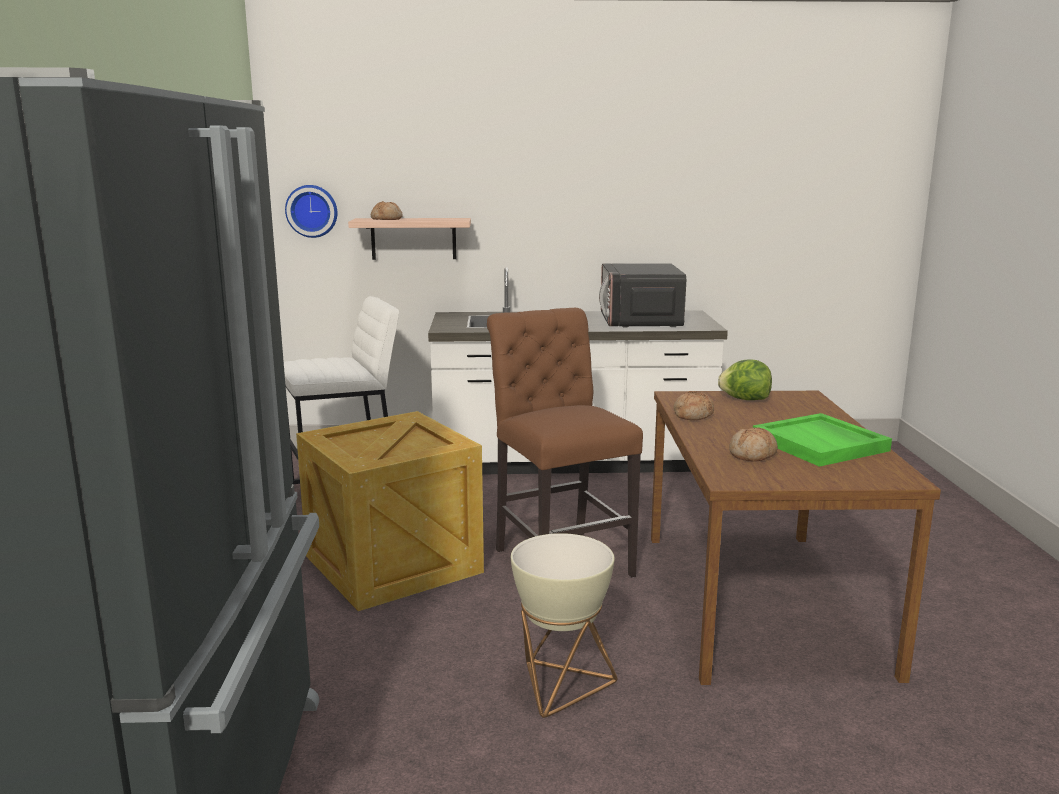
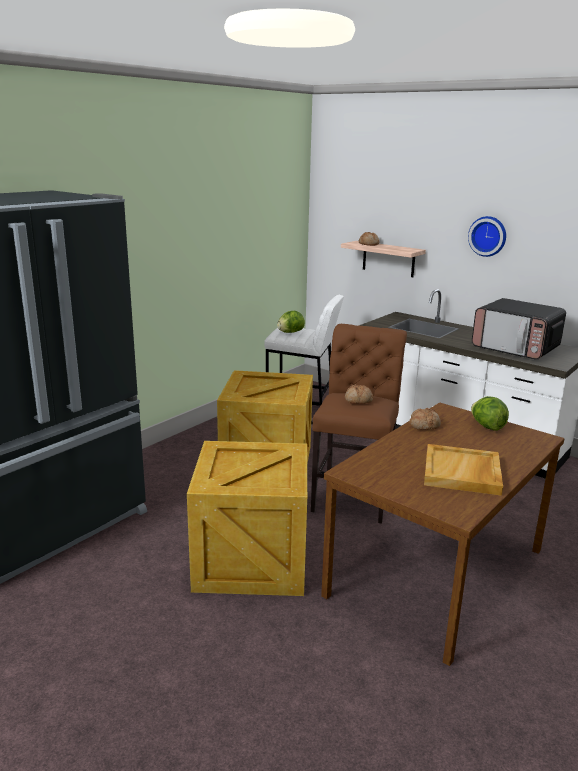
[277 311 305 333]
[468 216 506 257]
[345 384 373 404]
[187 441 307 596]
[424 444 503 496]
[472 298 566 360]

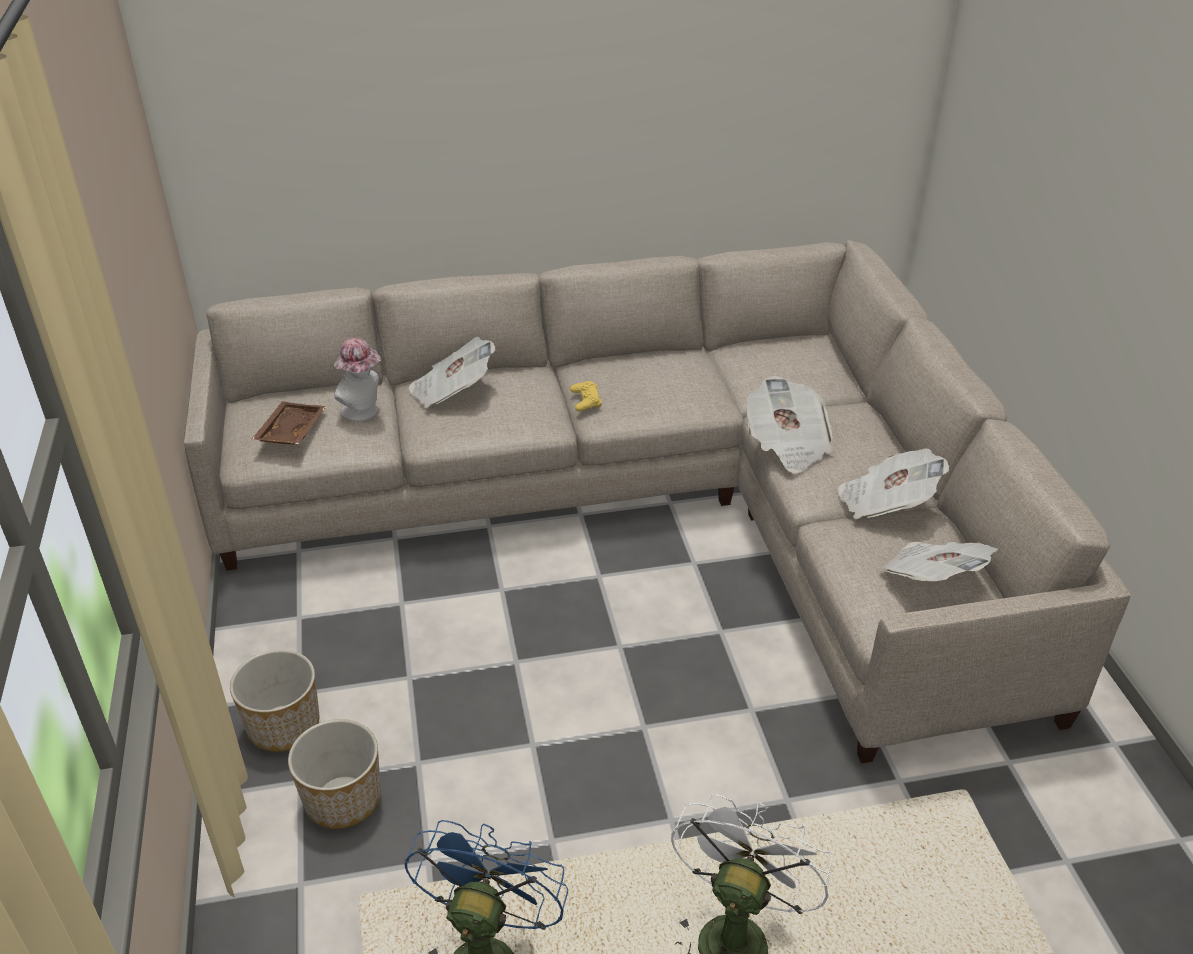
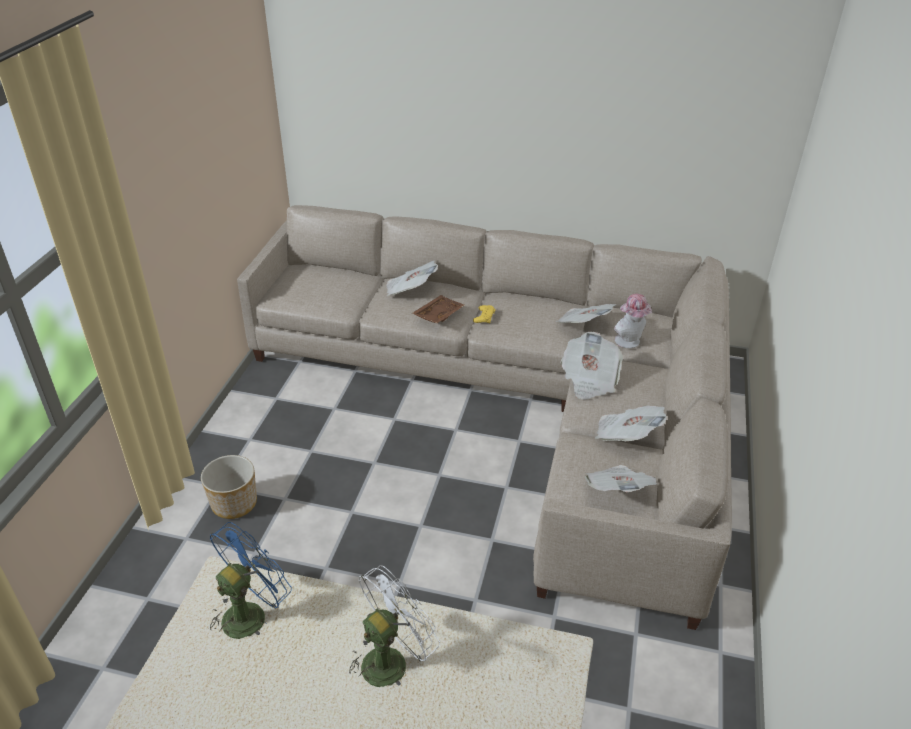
[230 650 319 752] (first image)
[555 304 616 323]
[412 295 465 324]
[614 294 652 348]

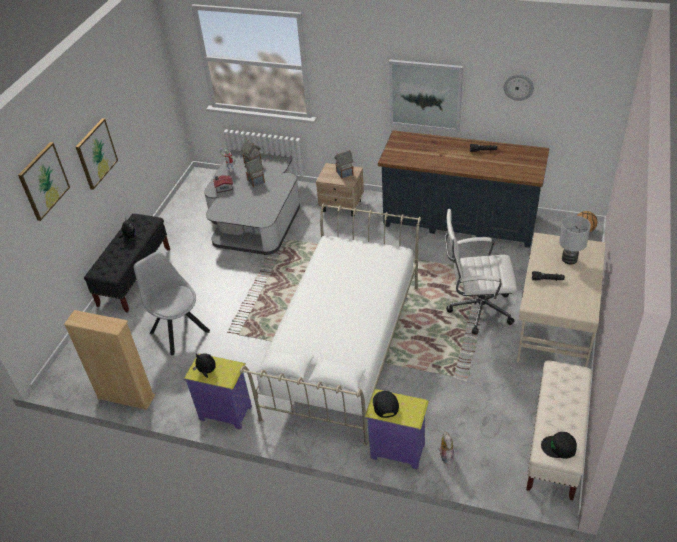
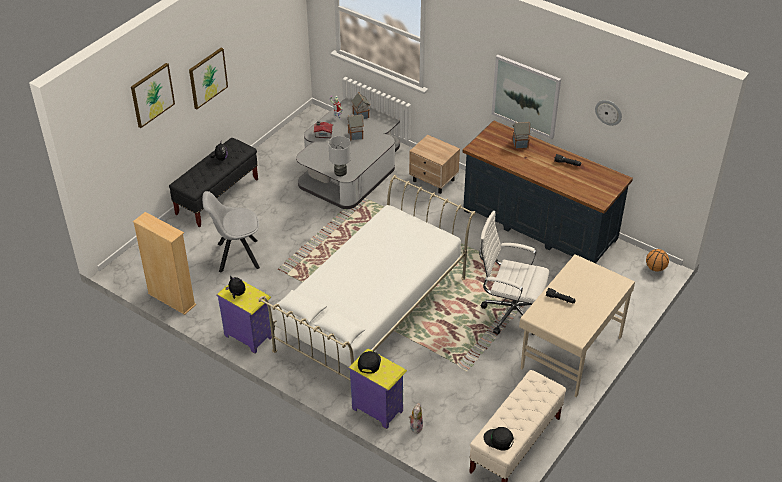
[512 121 531 149]
[328 136 351 176]
[202 191 260 273]

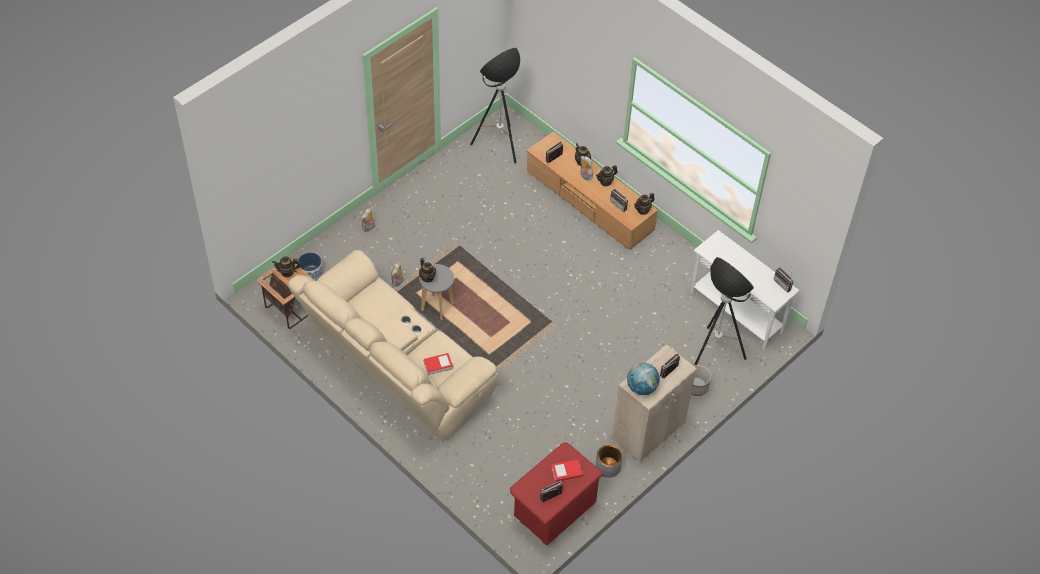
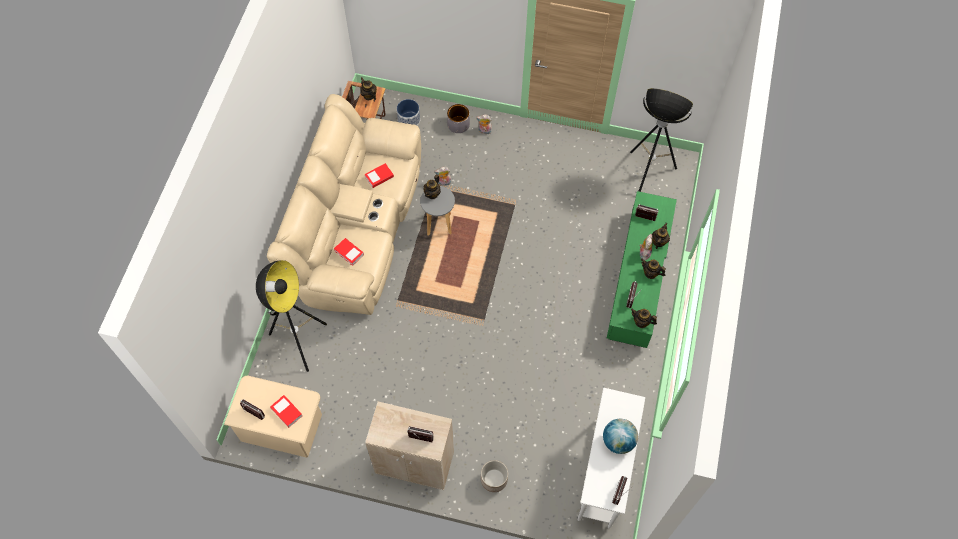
[364 163 394 188]
[447 104 470 133]
[603 419 638 454]
[256 260 327 372]
[224 376 322 458]
[607 191 677 348]

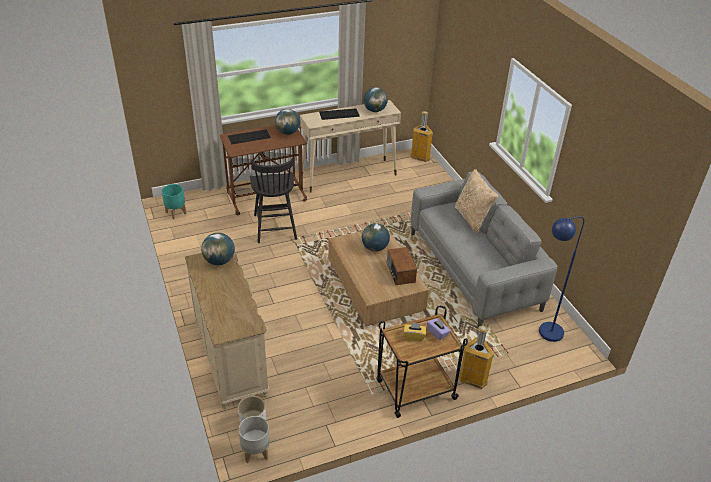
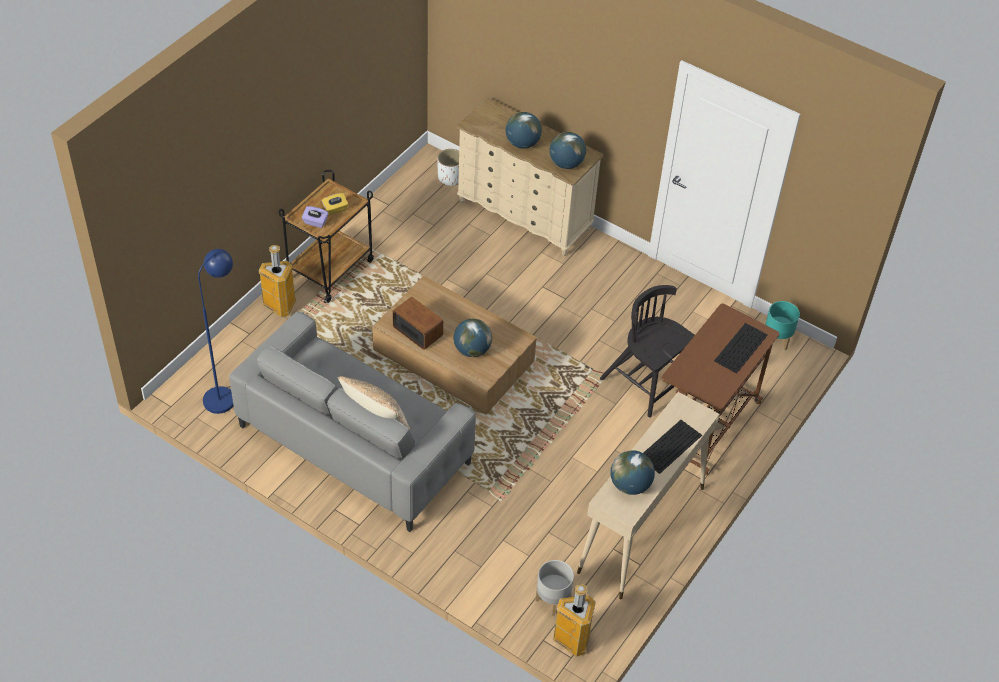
[535 560 574 616]
[505 112 542 149]

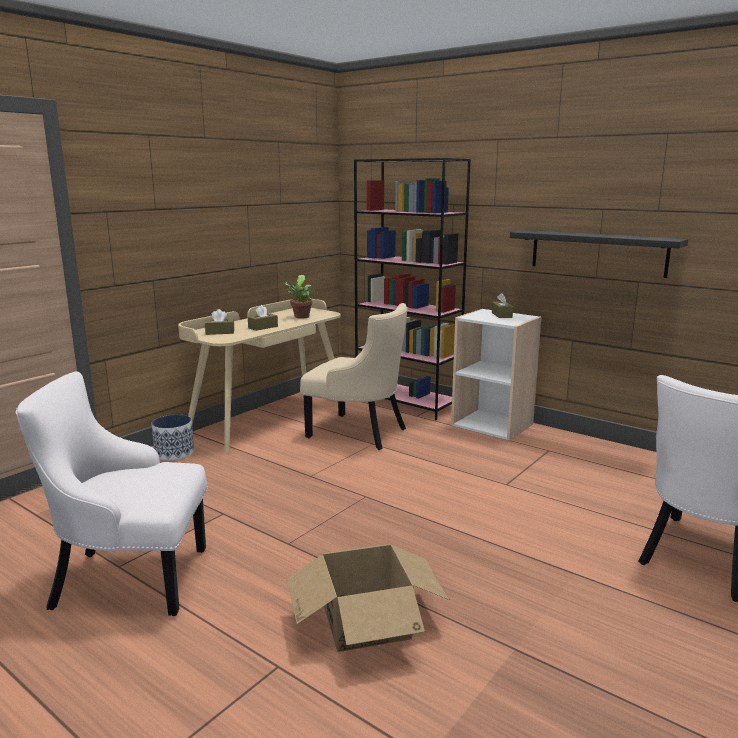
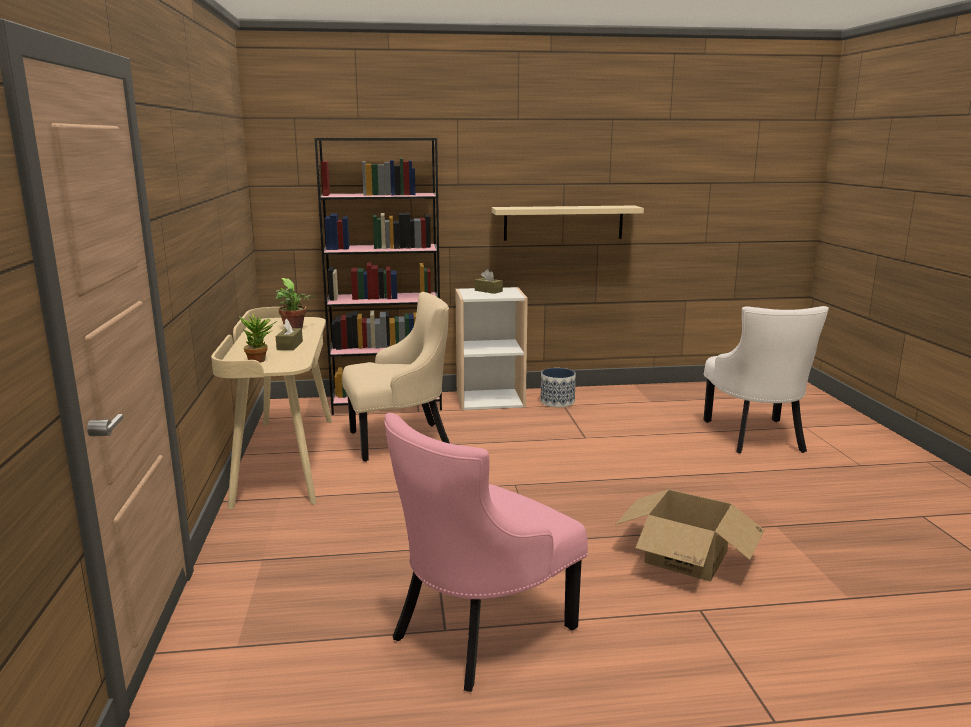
[541 368 576 407]
[239 314 277 362]
[384 413 588 692]
[492 206 644 241]

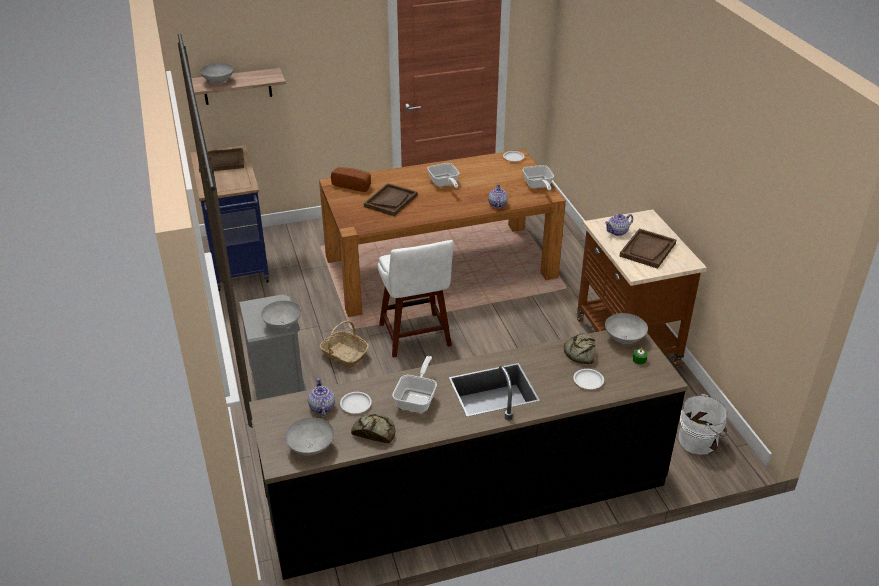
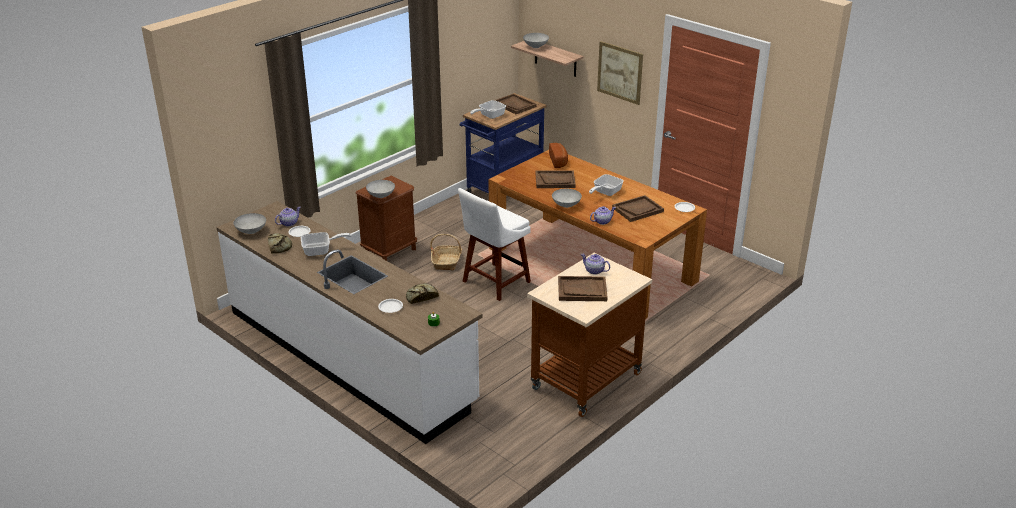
[678 393 727 455] (first image)
[597 41 643 105]
[612 195 664 222]
[470 100 506 119]
[552 189 582 208]
[356 176 417 261]
[216 201 483 444]

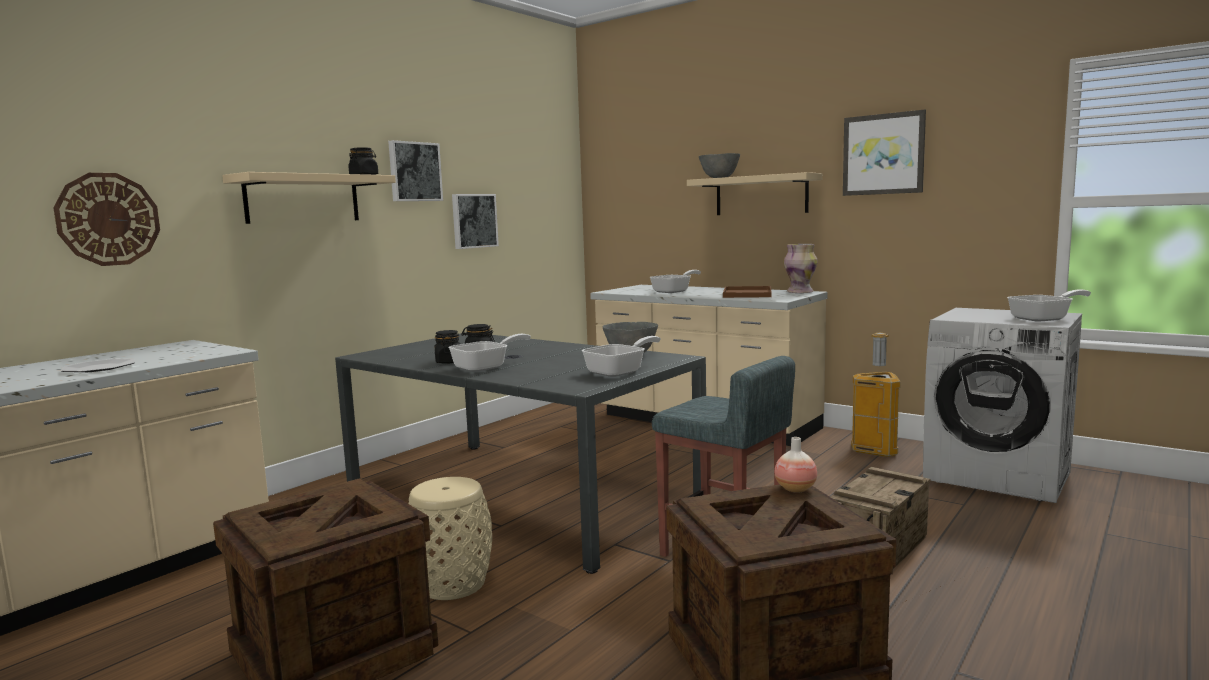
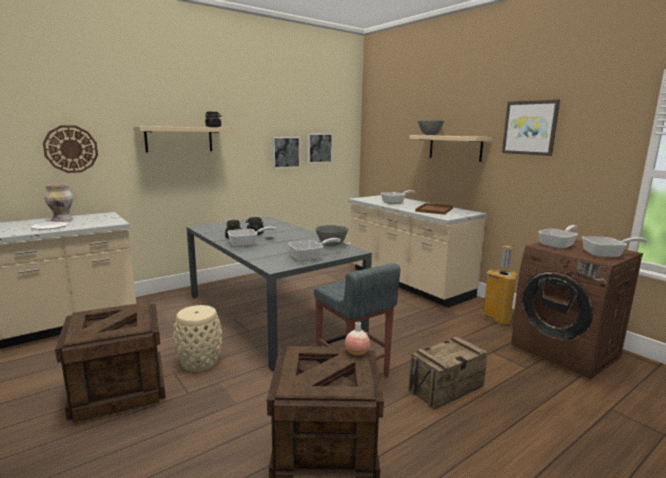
[538 225 578 249]
[307 133 333 163]
[44 184 74 222]
[511 239 643 379]

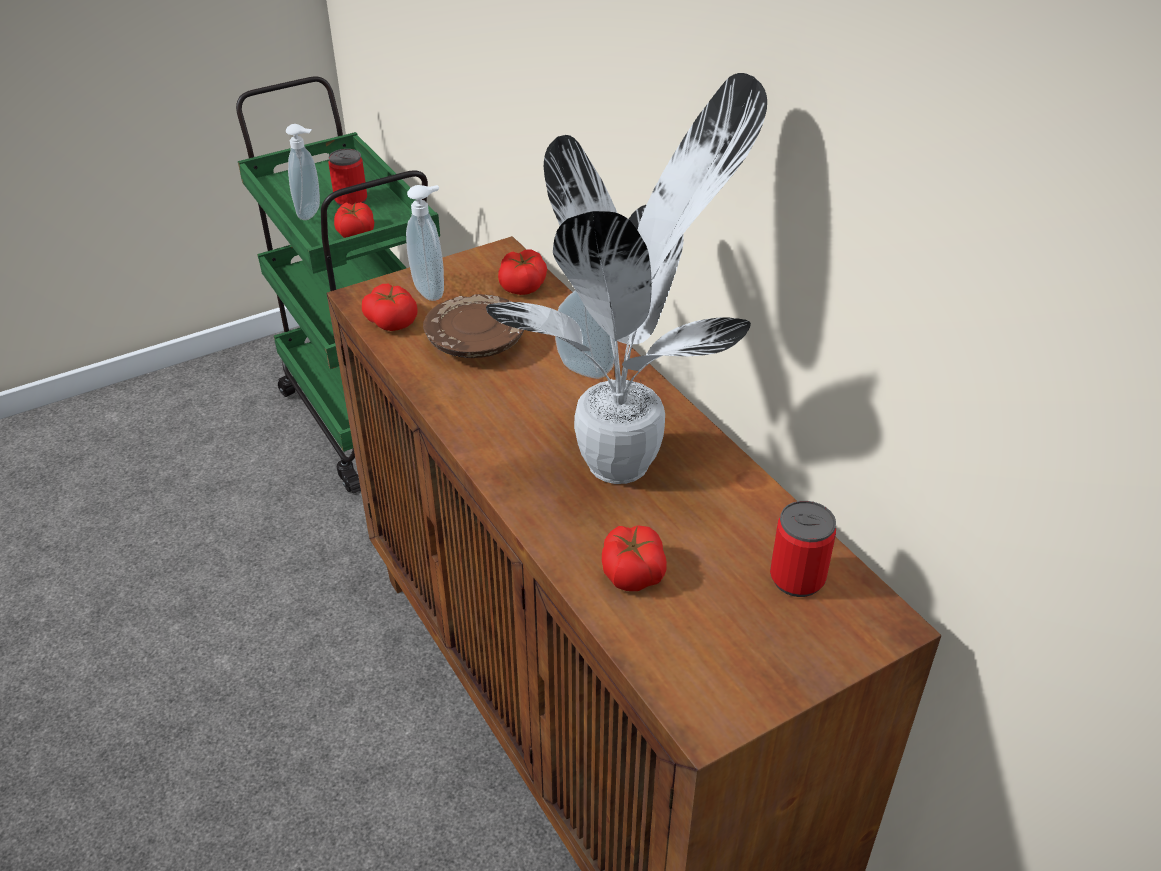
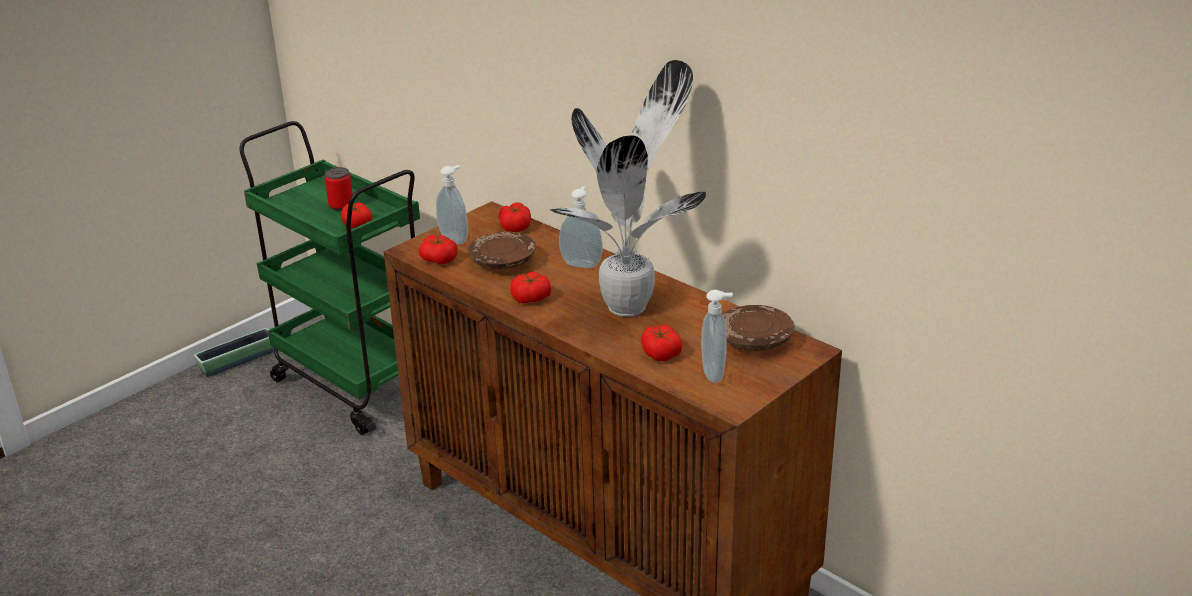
[194 328 274 377]
[510 272 551 303]
[701 290 733 383]
[723 305 795 350]

